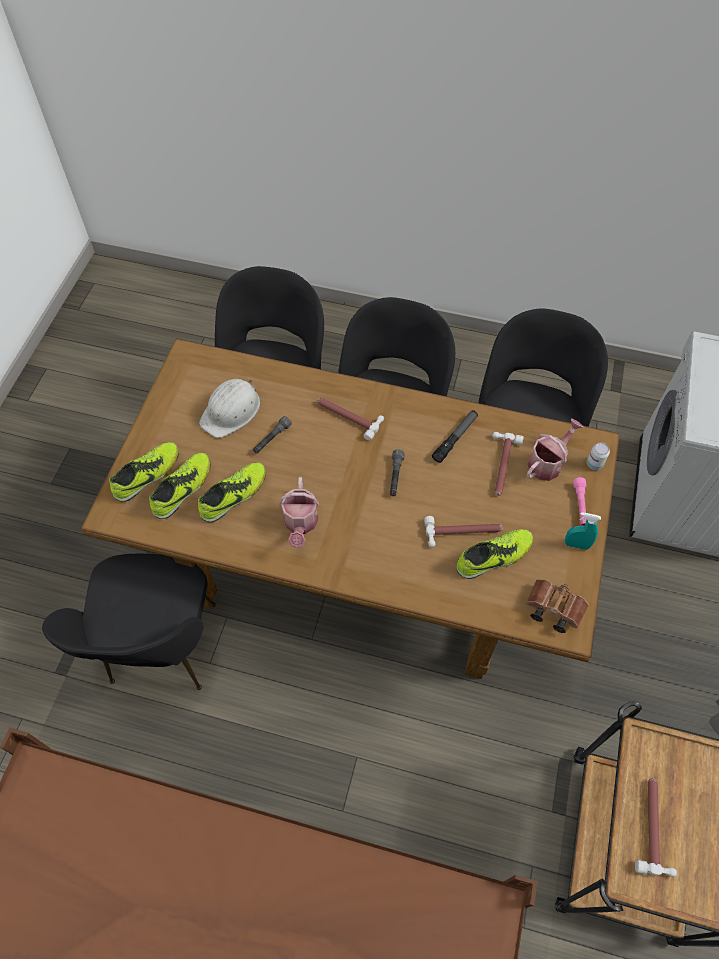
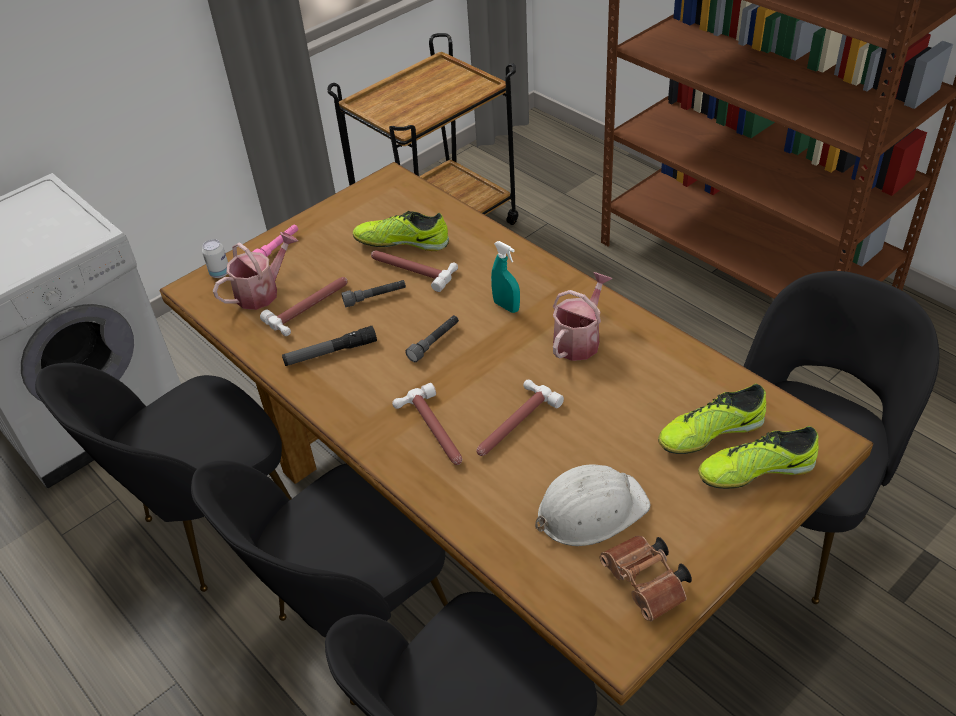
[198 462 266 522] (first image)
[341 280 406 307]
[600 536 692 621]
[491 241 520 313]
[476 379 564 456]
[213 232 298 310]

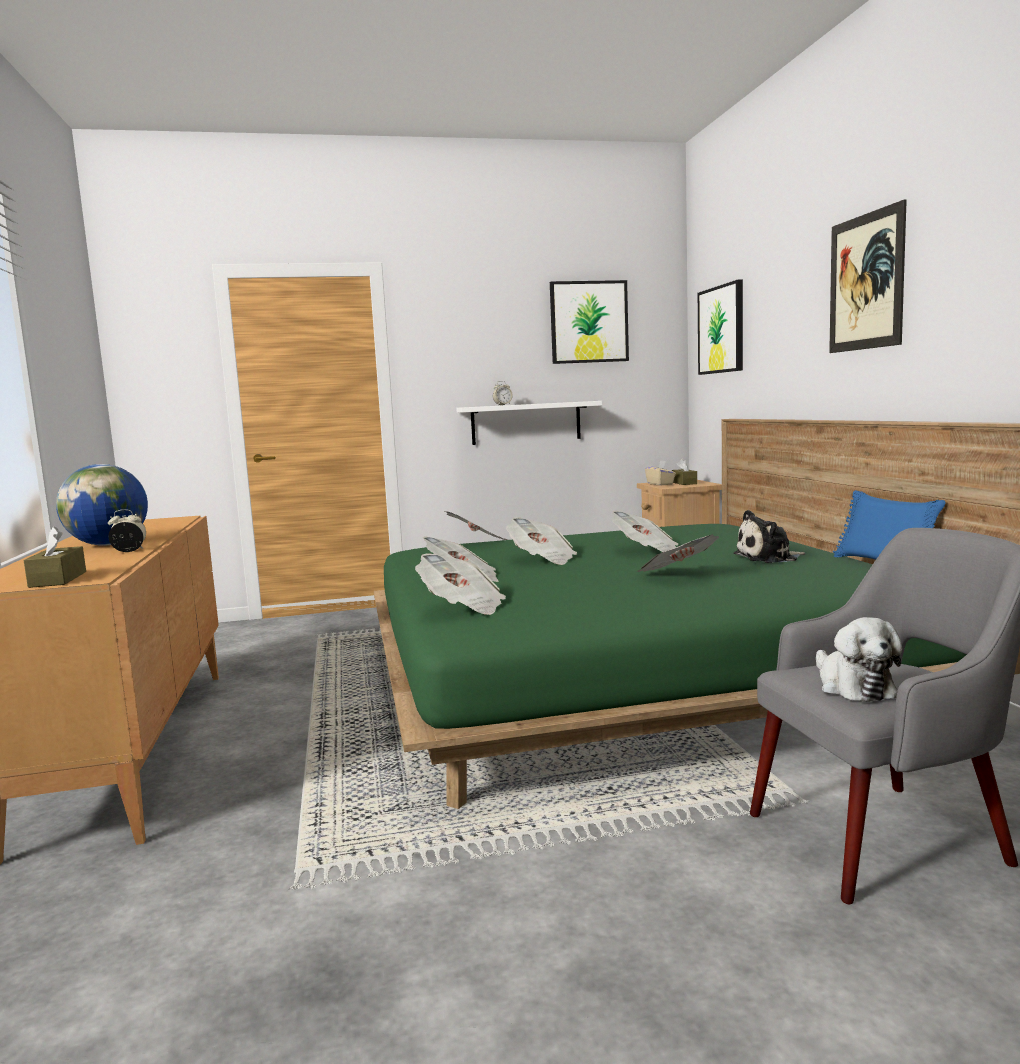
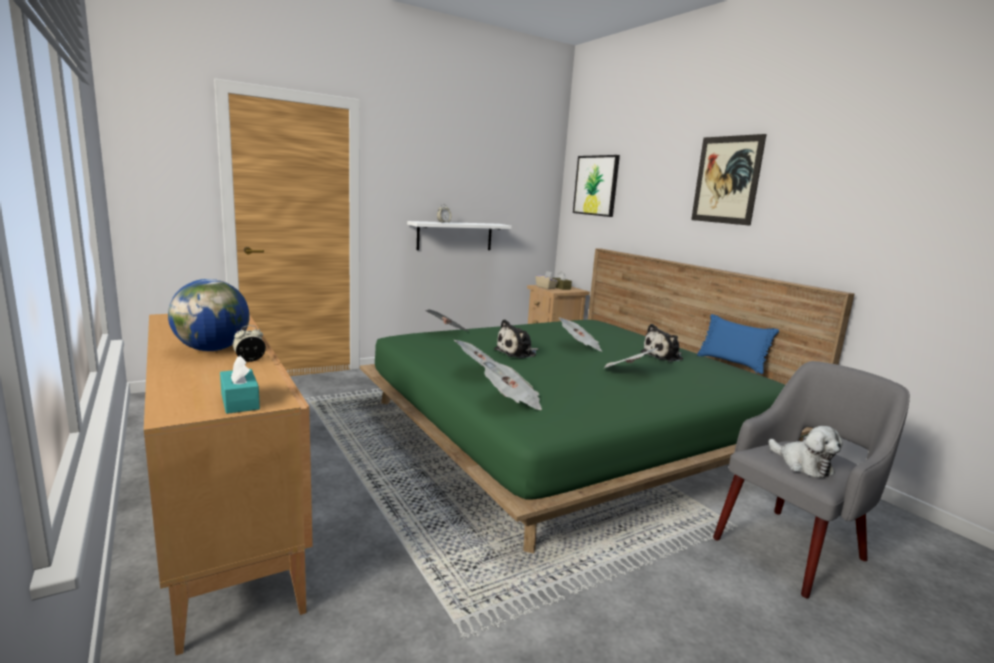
[550 280 629 364] (first image)
[494 319 539 358]
[220 356 260 414]

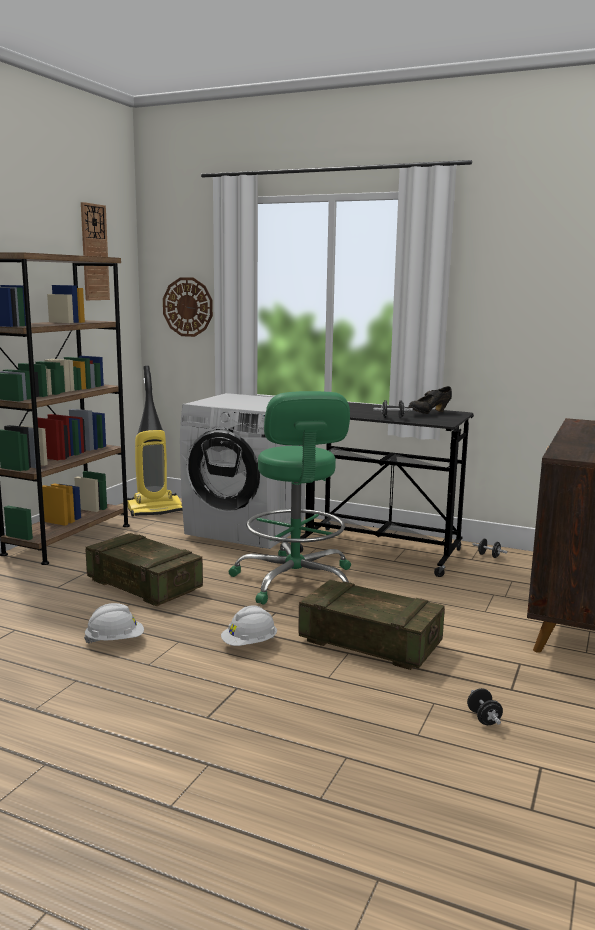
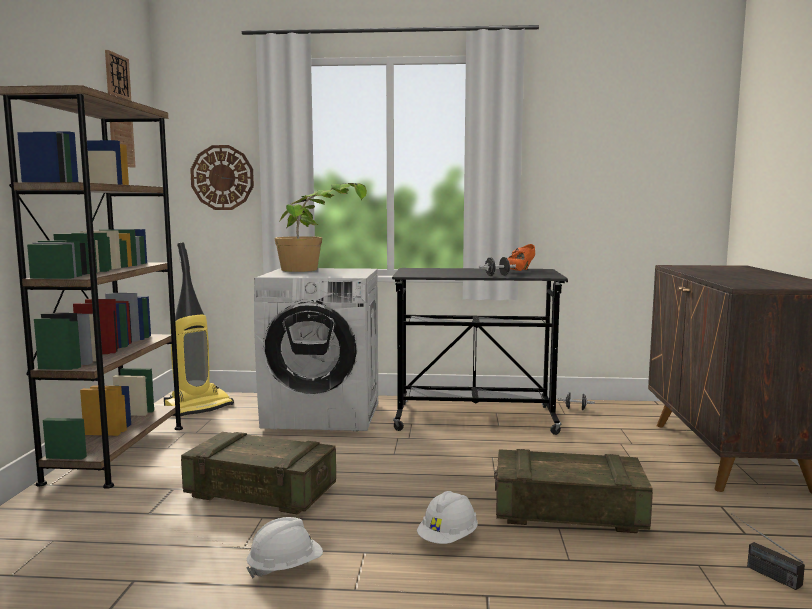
[229 391 351 605] (first image)
[275 183 367 272]
[732 514 805 590]
[507 244 535 271]

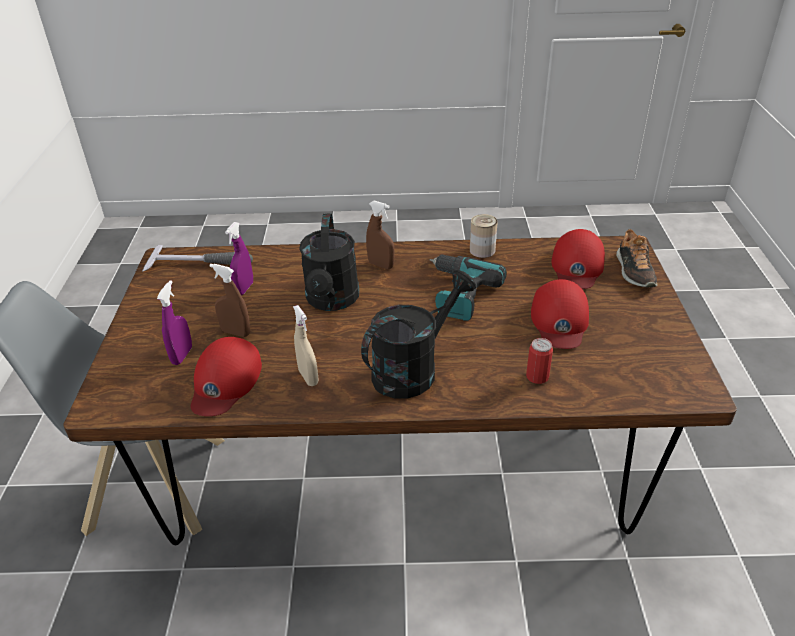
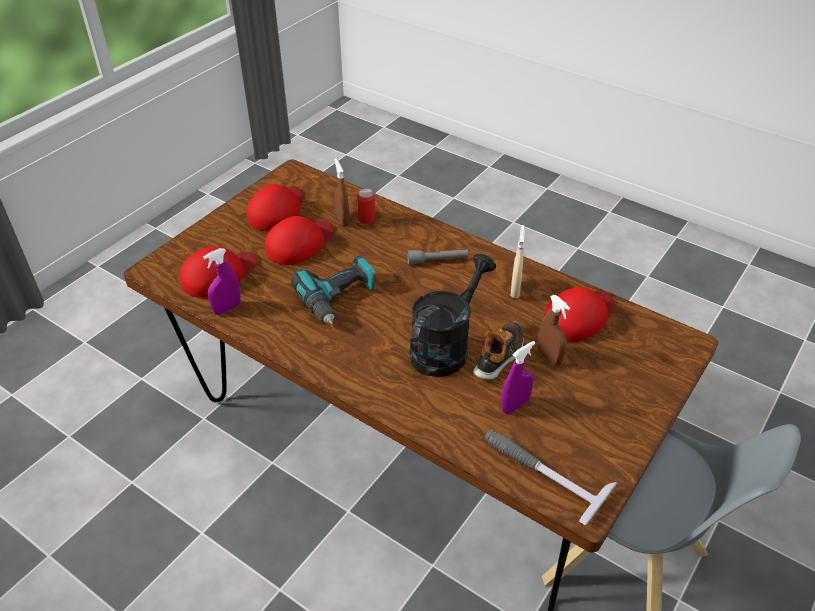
[470 214 498 258] (first image)
[247 184 304 231]
[203 248 241 315]
[334 158 350 227]
[473 321 524 380]
[407 249 468 265]

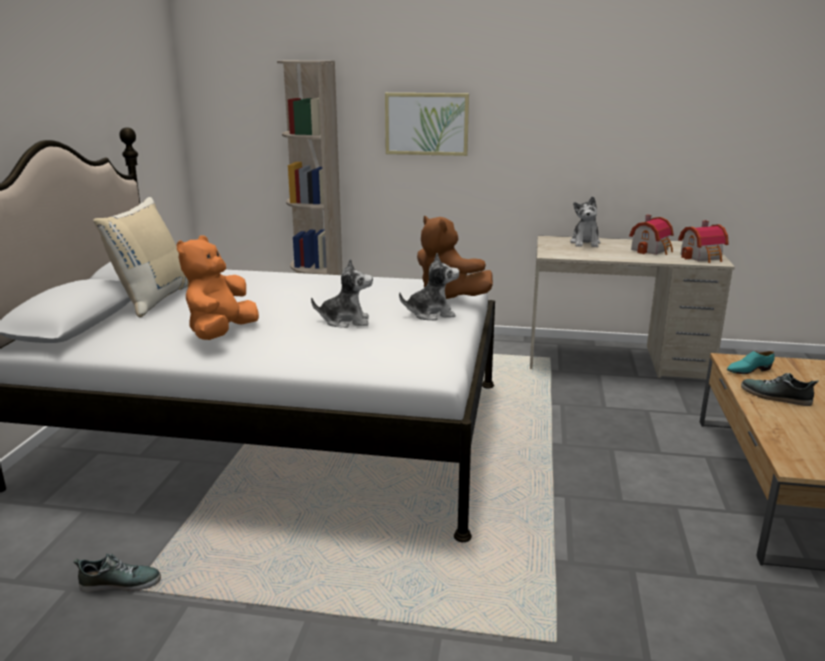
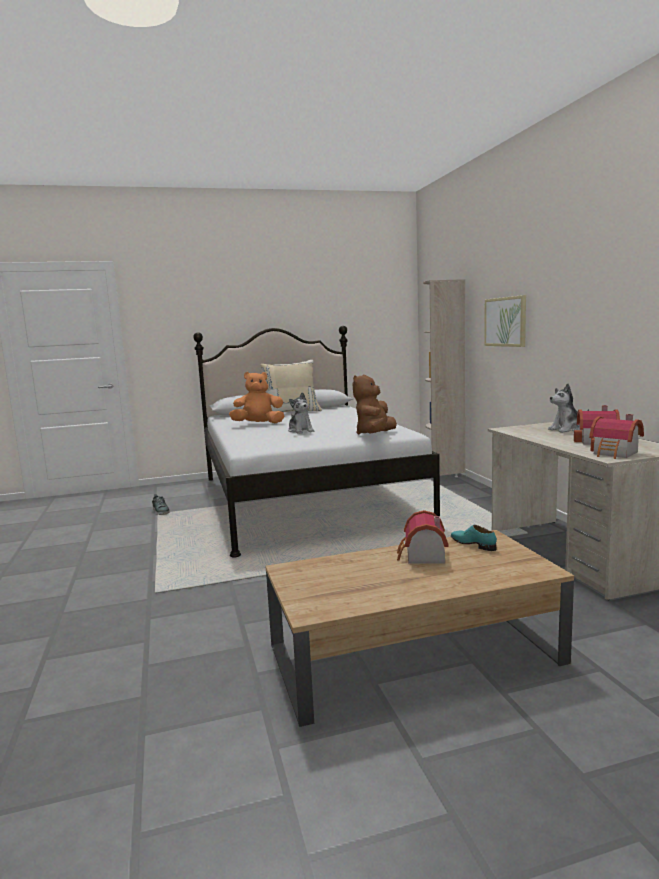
[399 253 460 321] (first image)
[397 510 449 564]

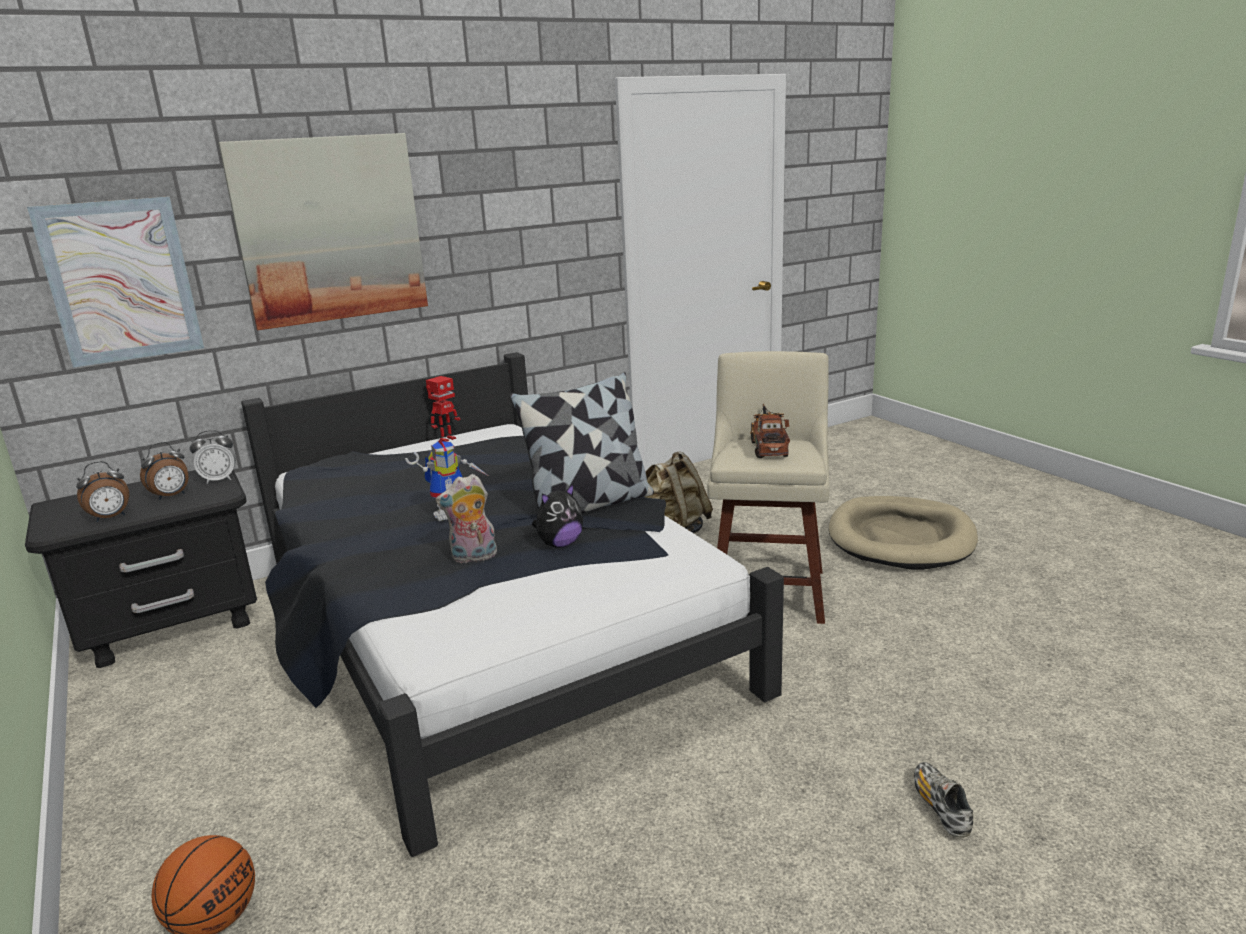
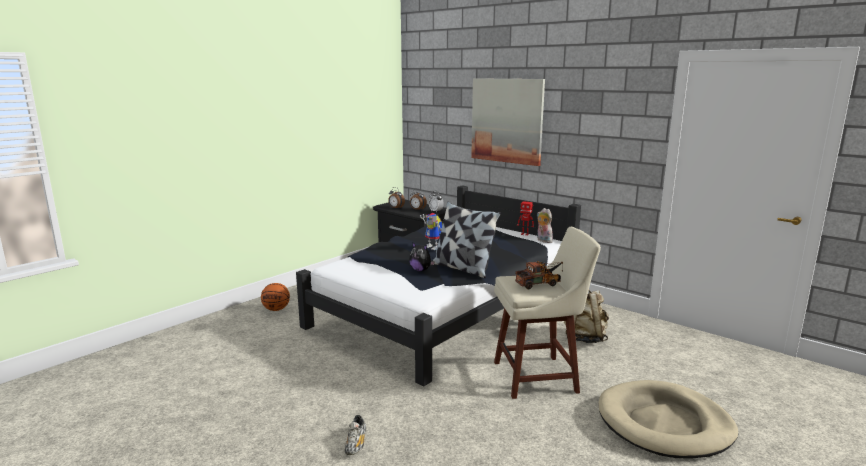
[27 196 204 368] (first image)
[537 208 553 243]
[345 415 366 455]

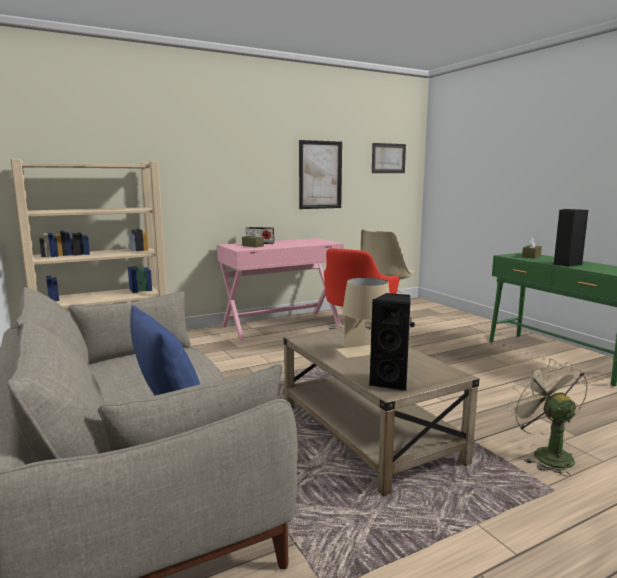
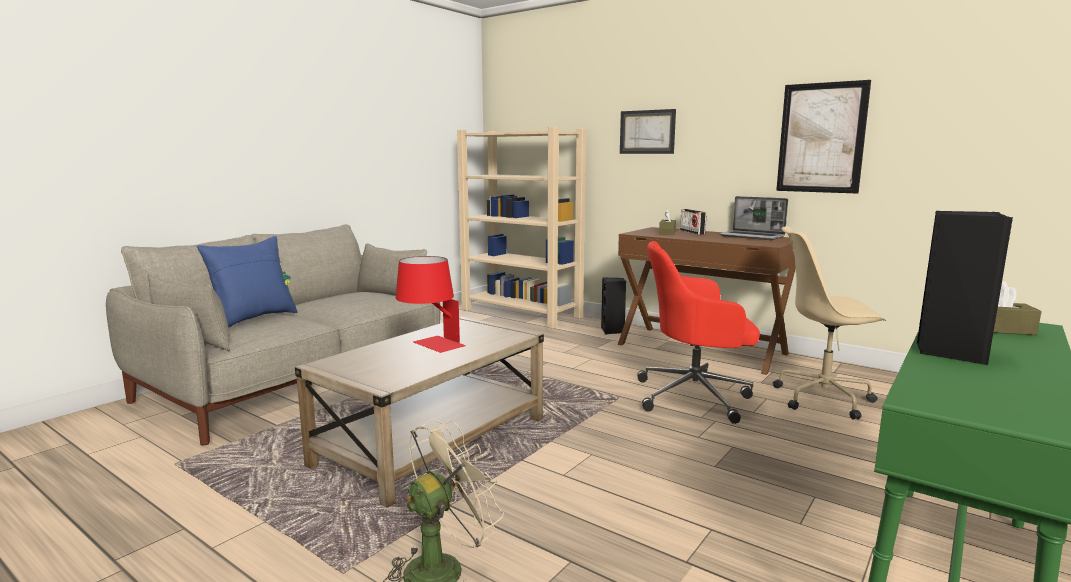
[719 196 788 240]
[601 277 626 334]
[620 109 676 154]
[618 227 796 375]
[396 256 466 353]

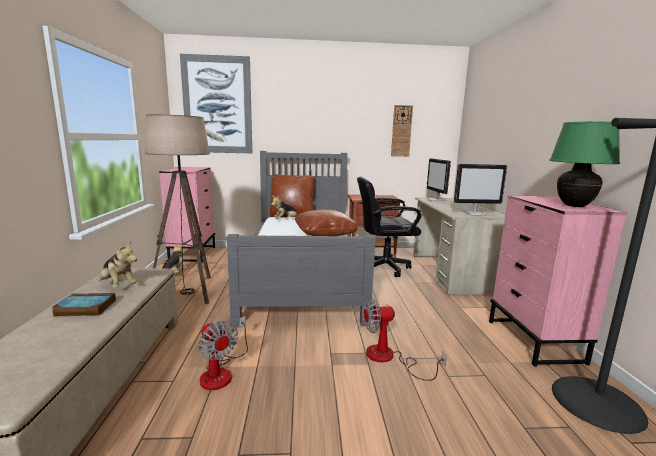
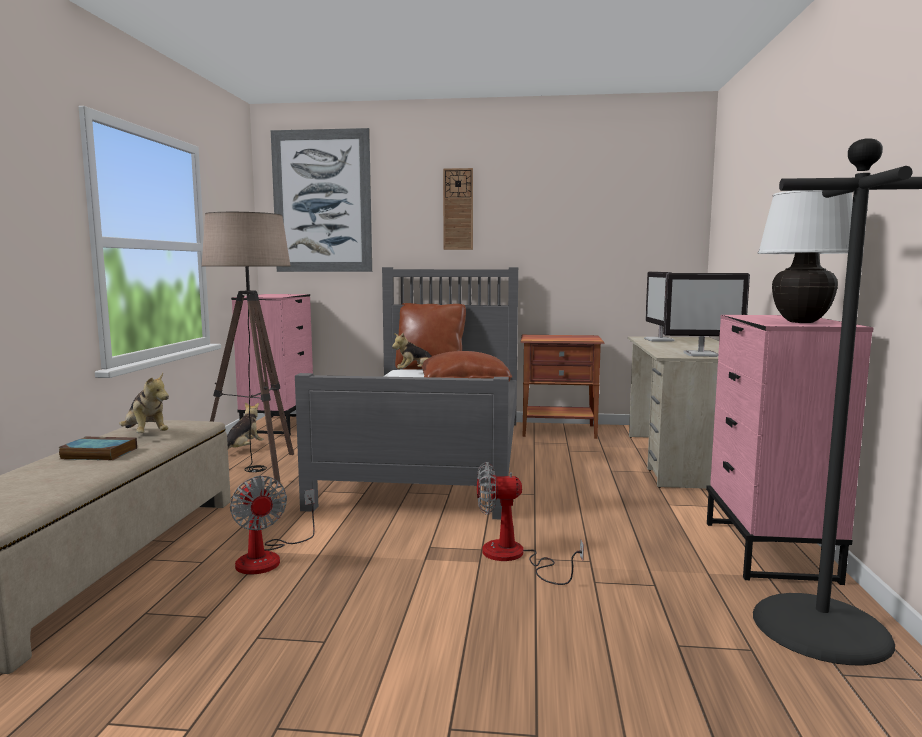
[357 177 421 277] (first image)
[443 168 473 250]
[758 190 853 323]

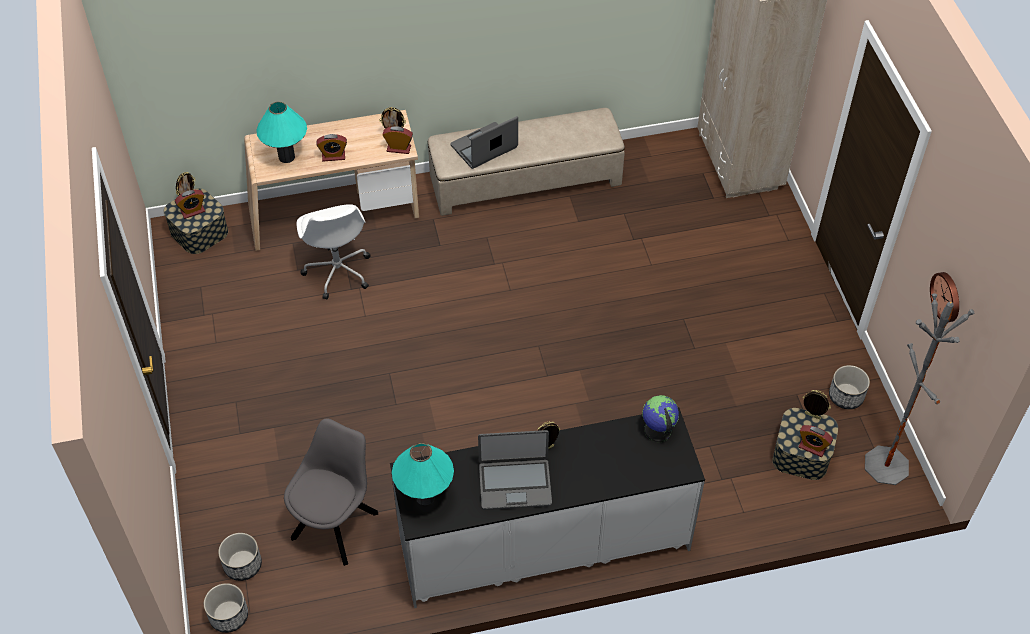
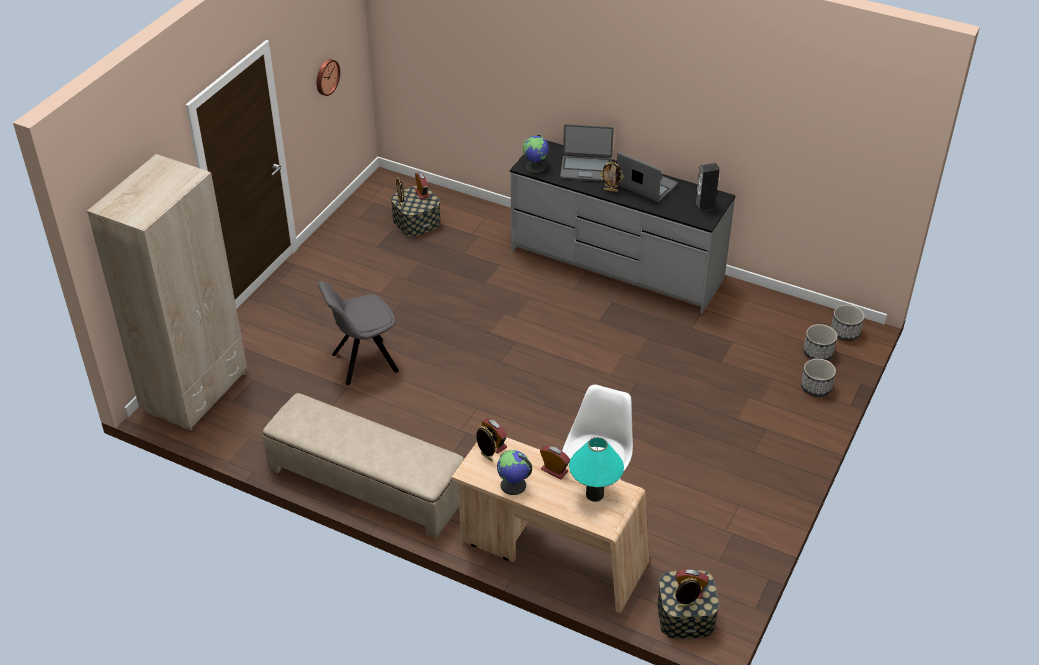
[865 293 974 485] (first image)
[497 450 532 495]
[318 281 399 386]
[560 124 614 182]
[801 358 836 397]
[694 163 720 212]

